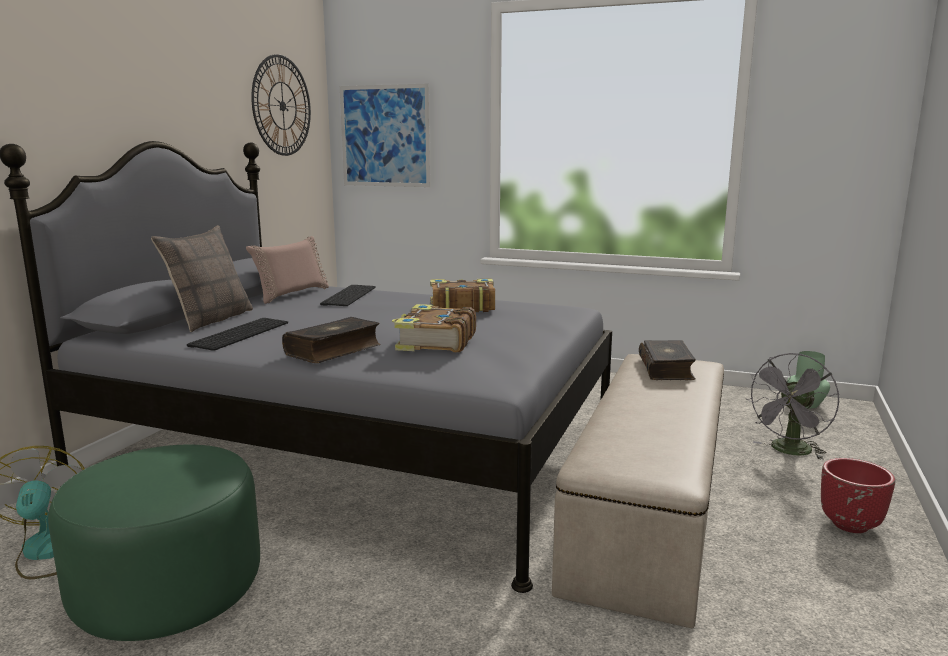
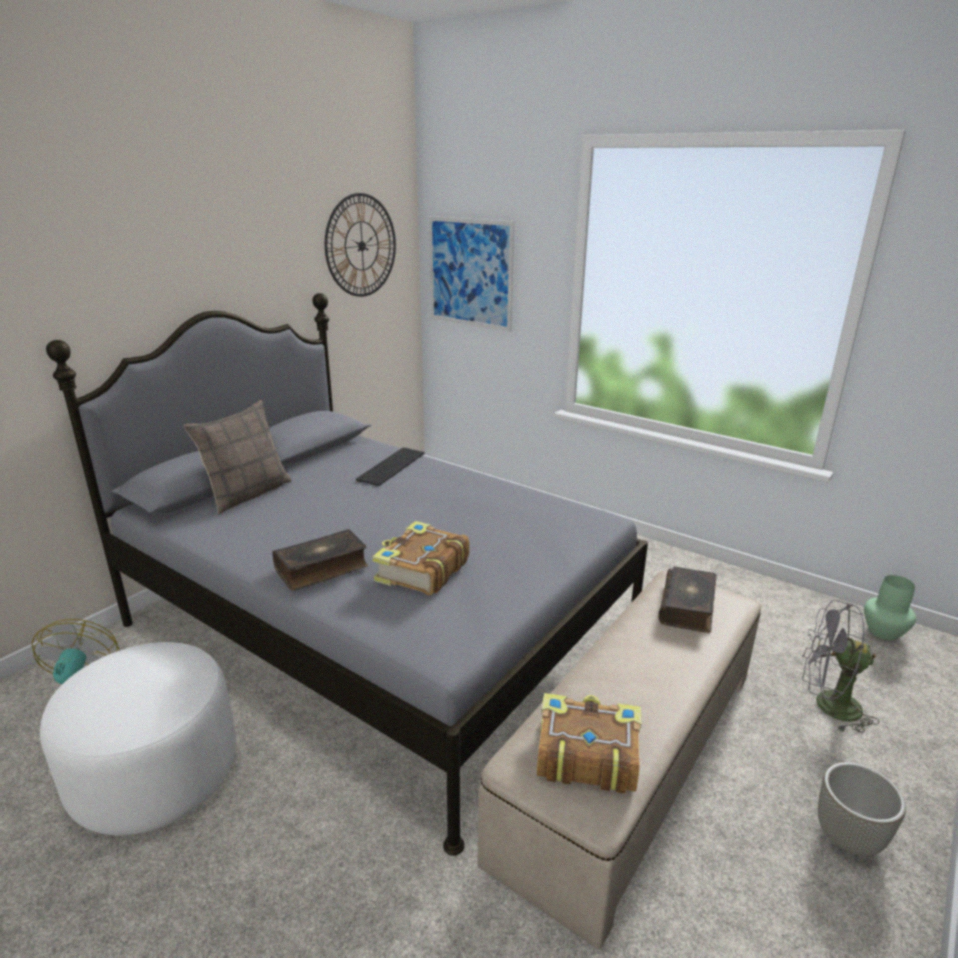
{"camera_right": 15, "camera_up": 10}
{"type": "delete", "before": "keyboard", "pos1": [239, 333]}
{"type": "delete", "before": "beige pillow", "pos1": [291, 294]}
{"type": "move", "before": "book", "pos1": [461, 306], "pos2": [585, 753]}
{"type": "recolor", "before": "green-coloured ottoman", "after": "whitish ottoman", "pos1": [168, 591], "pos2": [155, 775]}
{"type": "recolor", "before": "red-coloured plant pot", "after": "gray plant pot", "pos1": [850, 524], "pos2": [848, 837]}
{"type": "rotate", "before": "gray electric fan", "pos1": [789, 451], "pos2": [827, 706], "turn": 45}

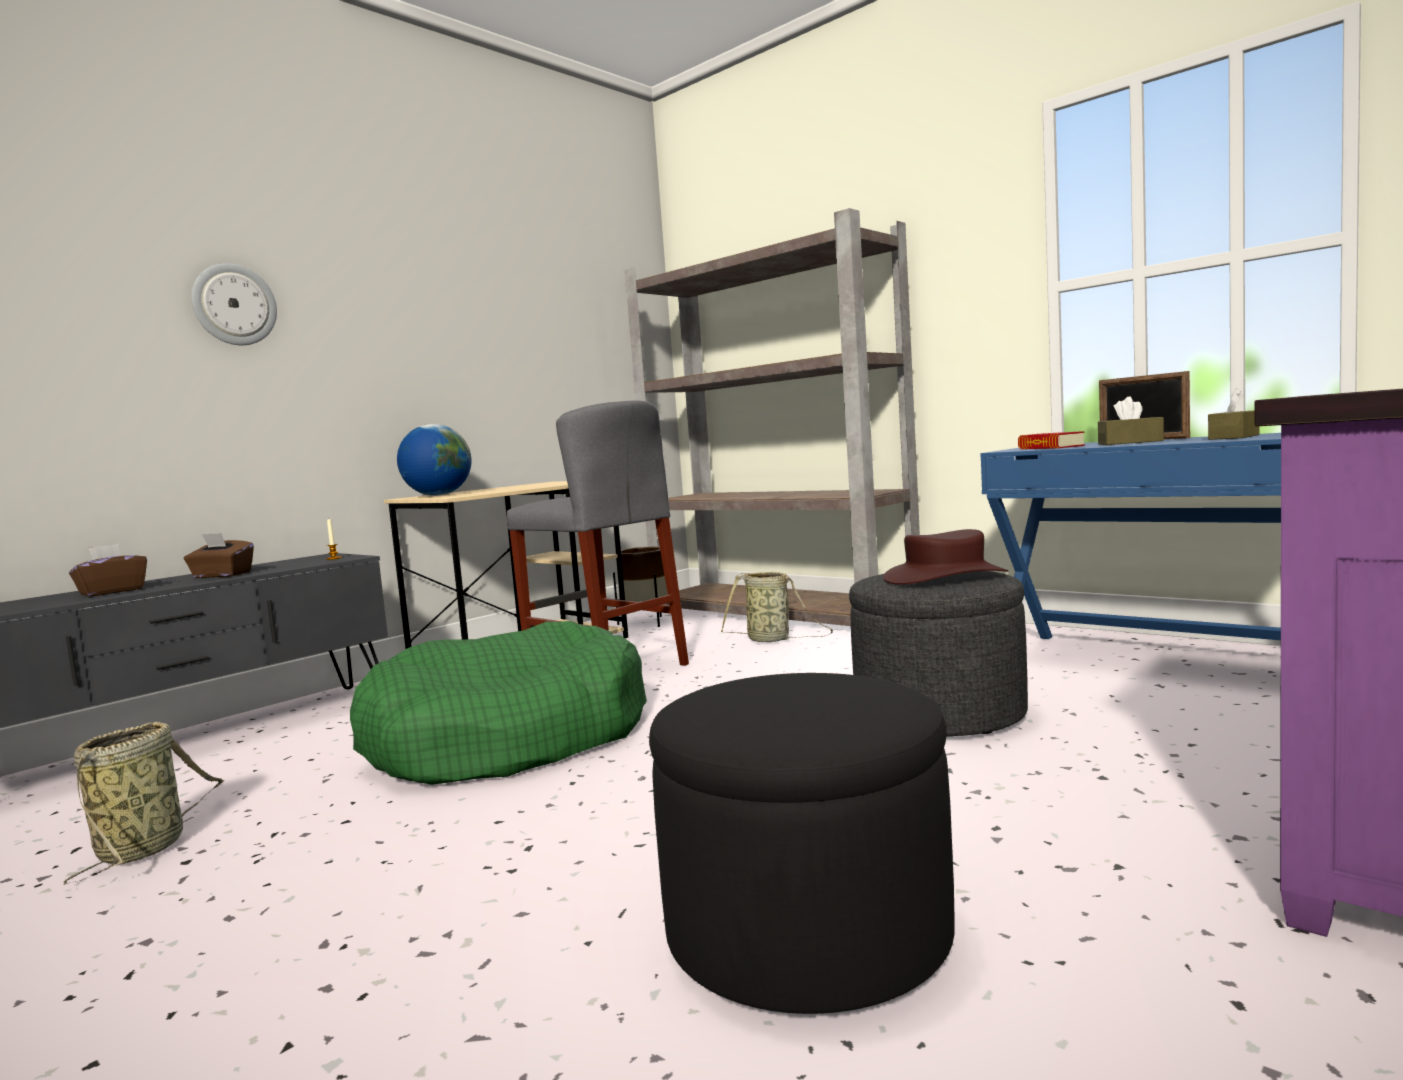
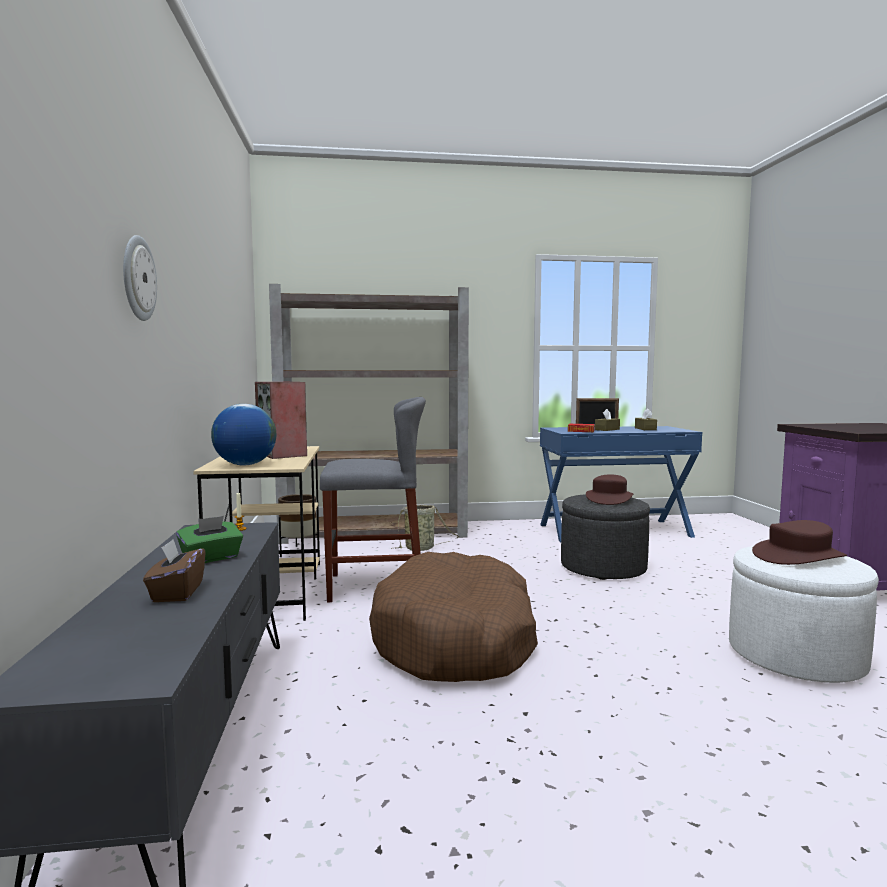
{"camera_right": -50, "camera_up": 0}
{"type": "delete", "before": "household basket", "pos1": [146, 848]}
{"type": "insert", "after": "loudspeaker", "pos2": [283, 454]}
{"type": "insert", "after": "brownish hat", "pos2": [798, 556]}
{"type": "recolor", "before": "brownish tissue box", "after": "green-coloured tissue box", "pos1": [221, 575], "pos2": [211, 558]}
{"type": "recolor", "before": "green-coloured dog cushion", "after": "brownish dog cushion", "pos1": [507, 738], "pos2": [456, 639]}
{"type": "recolor", "before": "black ottoman", "after": "whitish ottoman", "pos1": [808, 931], "pos2": [795, 656]}

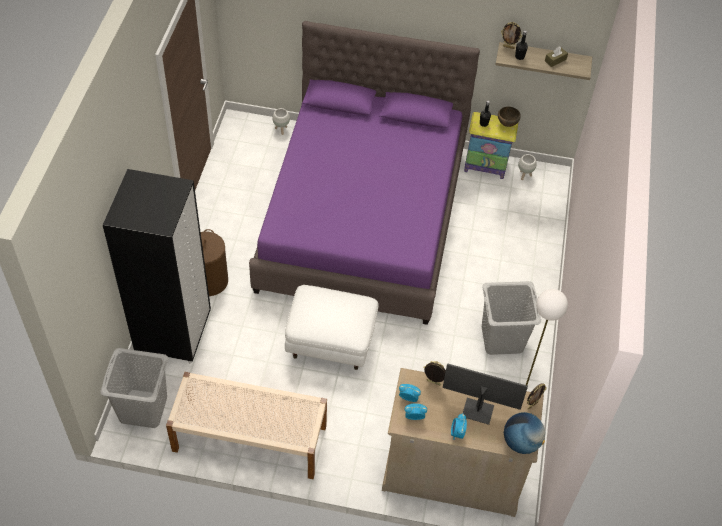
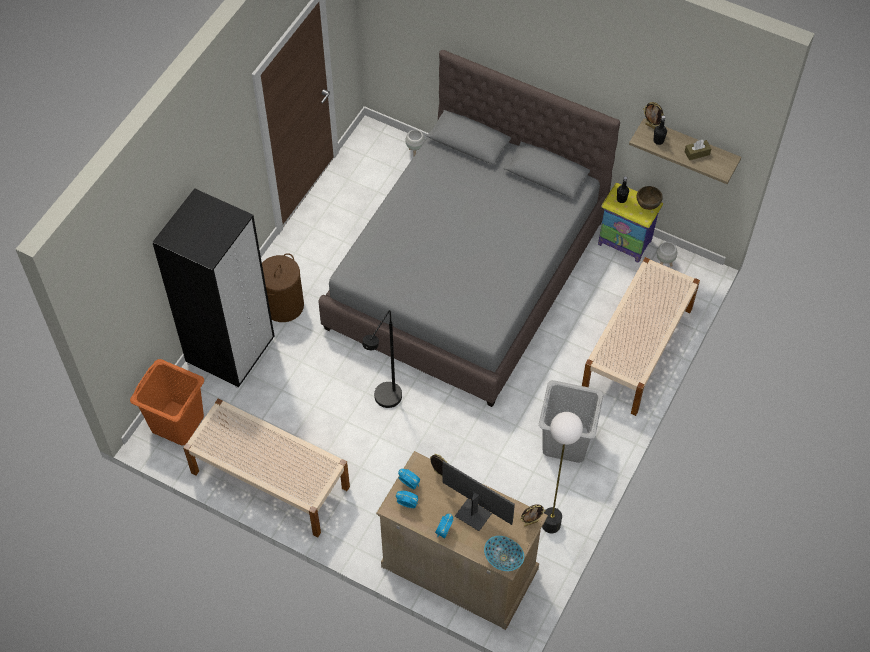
{"camera_right": 20, "camera_up": 5}
{"type": "insert", "after": "beige bench", "pos2": [638, 350]}
{"type": "replace", "before": "whitish ottoman", "after": "black standing lamp", "pos1": [331, 343], "pos2": [385, 402]}
{"type": "replace", "before": "globe", "after": "deep dish", "pos1": [521, 442], "pos2": [503, 557]}
{"type": "recolor", "before": "gray washing basket", "after": "orangey washing basket", "pos1": [143, 408], "pos2": [177, 422]}
{"type": "recolor", "before": "purple-coloured bed", "after": "gray bed", "pos1": [363, 219], "pos2": [466, 274]}

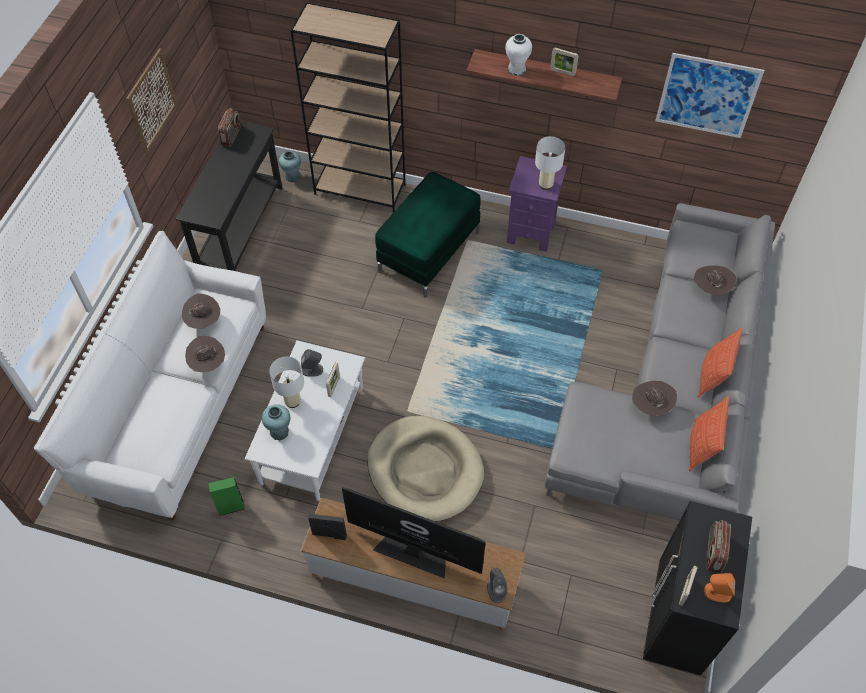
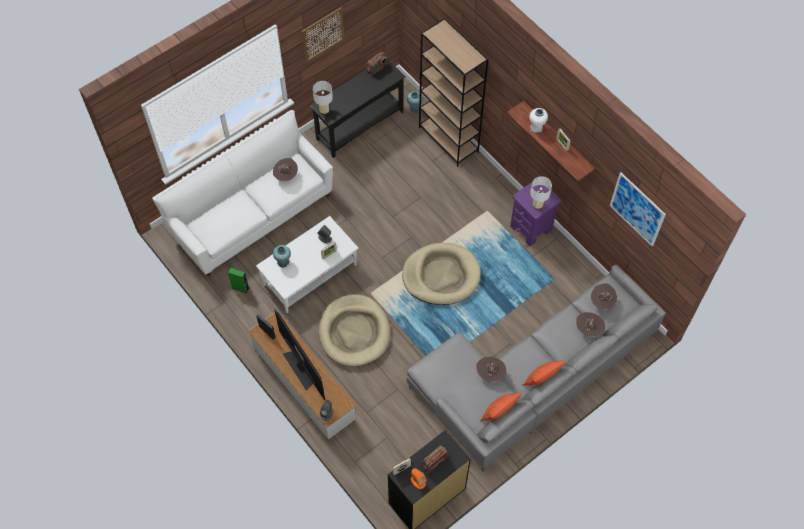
{"camera_right": 35, "camera_up": 5}
{"type": "delete", "before": "green-coloured ottoman", "pos1": [429, 251]}
{"type": "insert", "after": "beige dog cushion", "pos2": [441, 276]}
{"type": "move", "before": "brownish hat", "pos1": [208, 363], "pos2": [602, 301]}
{"type": "move", "before": "whitish lamp for a table", "pos1": [293, 401], "pos2": [324, 110]}

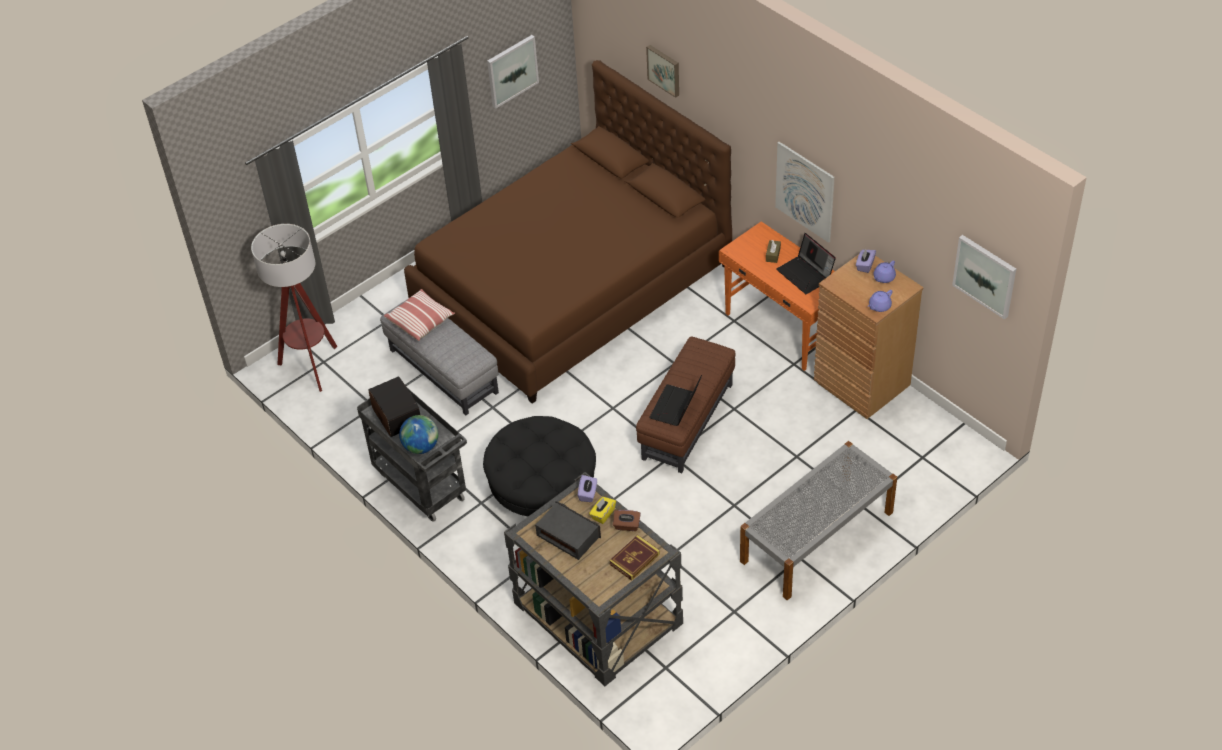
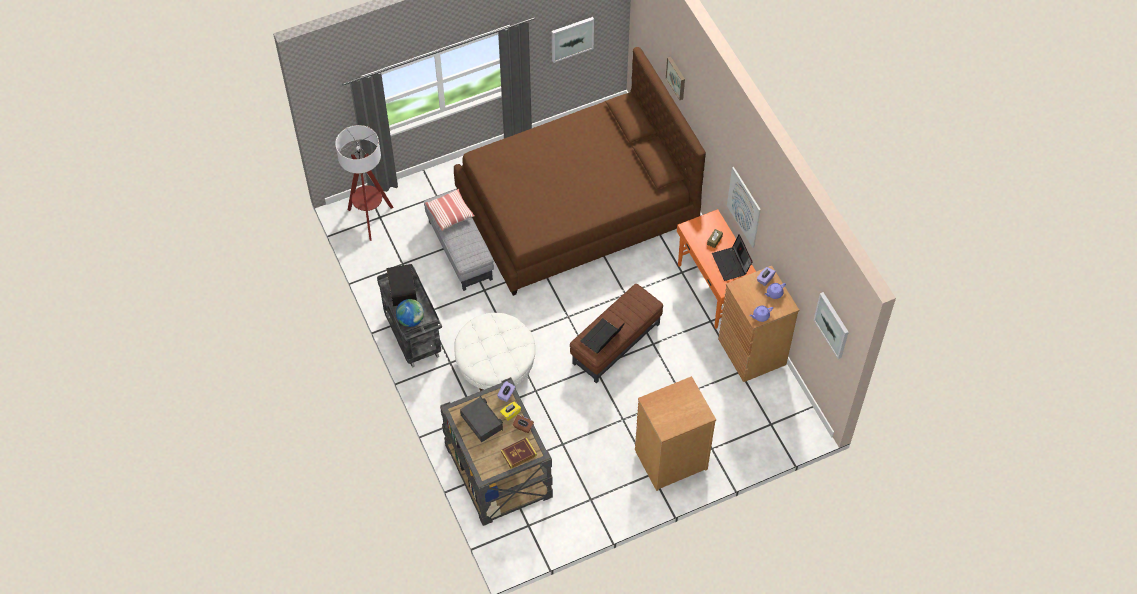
{"camera_right": 15, "camera_up": 10}
{"type": "replace", "before": "gray bench", "after": "brownish dresser", "pos1": [817, 537], "pos2": [670, 462]}
{"type": "recolor", "before": "black ottoman", "after": "whitish ottoman", "pos1": [542, 488], "pos2": [495, 365]}

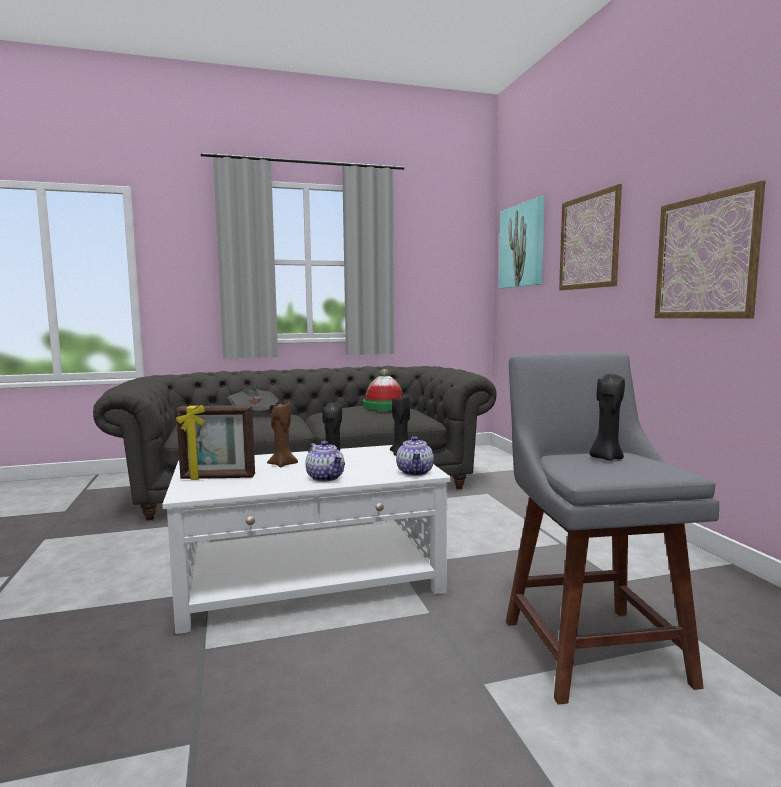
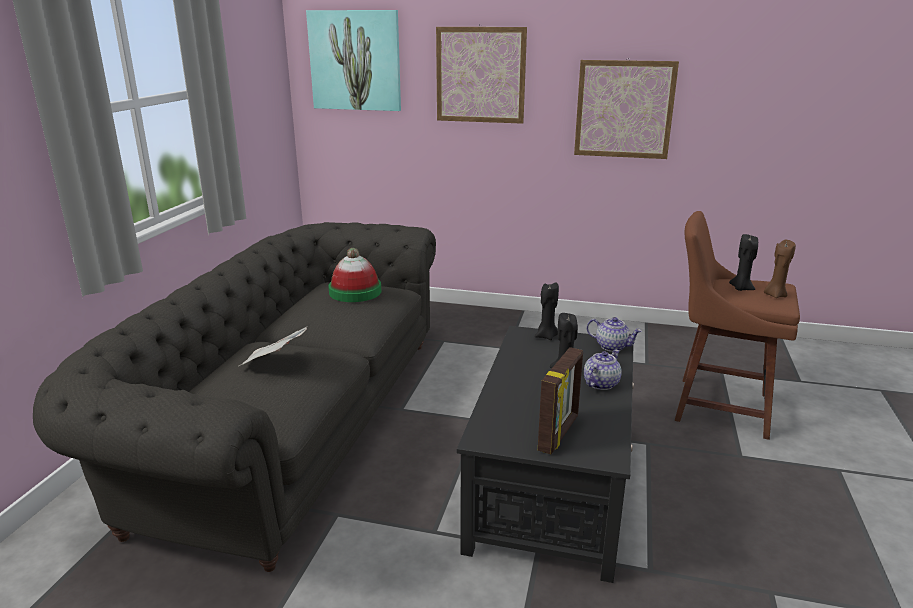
{"camera_right": -60, "camera_up": 15}
{"type": "move", "before": "brownish wax candle", "pos1": [282, 464], "pos2": [775, 295]}
{"type": "recolor", "before": "whitish coffee table", "after": "black coffee table", "pos1": [311, 578], "pos2": [552, 481]}
{"type": "recolor", "before": "gray stool", "after": "brownish stool", "pos1": [591, 646], "pos2": [716, 405]}
{"type": "rotate", "before": "teapot", "pos1": [326, 478], "pos2": [600, 383], "turn": -45}

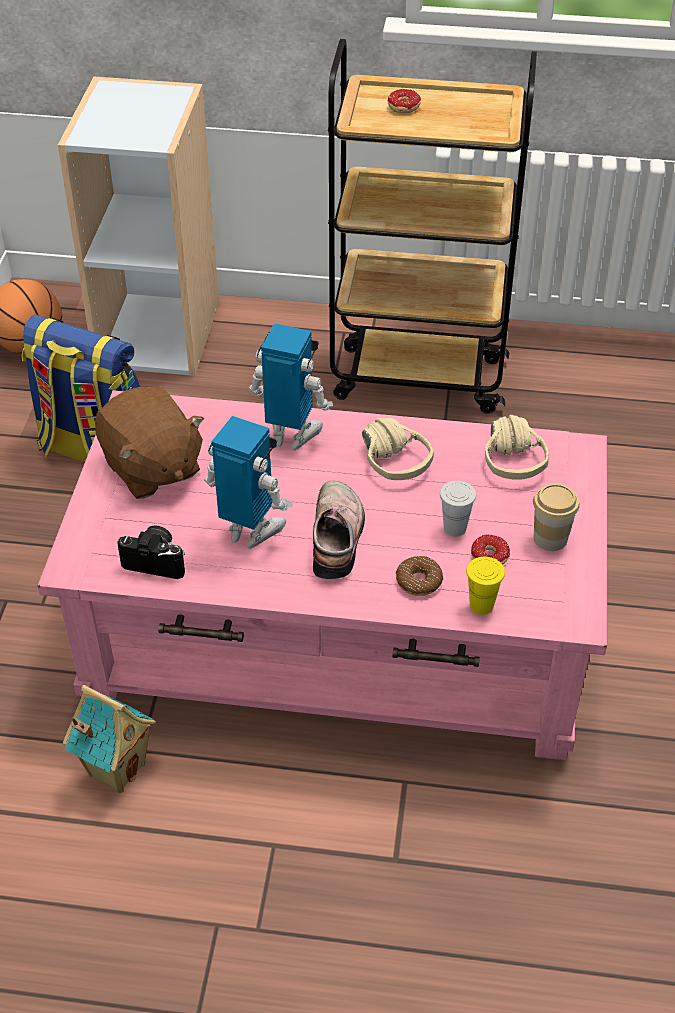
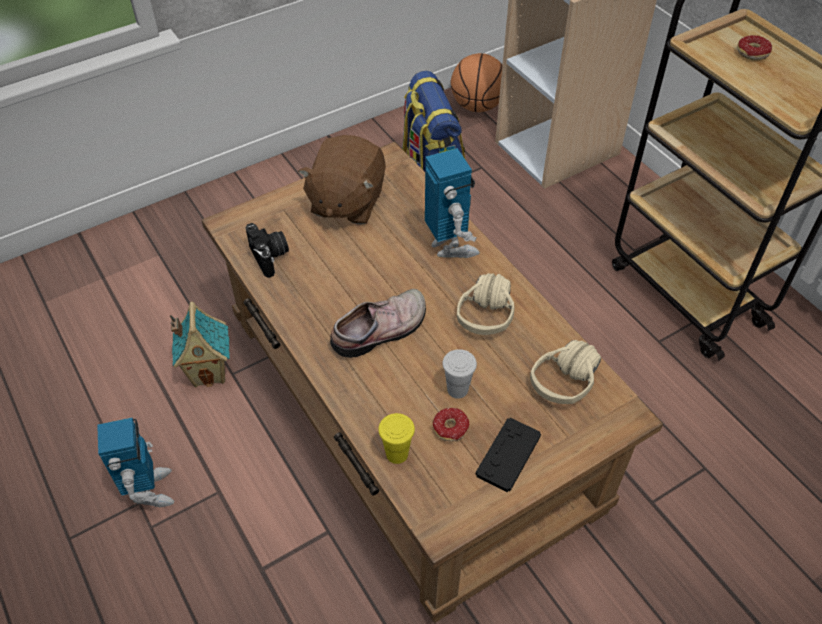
{"camera_right": 50, "camera_up": 5}
{"type": "delete", "before": "donut", "pos1": [418, 581]}
{"type": "move", "before": "toy robot", "pos1": [250, 531], "pos2": [149, 490]}
{"type": "replace", "before": "small cup", "after": "black joypad", "pos1": [550, 538], "pos2": [508, 455]}
{"type": "recolor", "before": "pinkish coffee table", "after": "brownish coffee table", "pos1": [335, 637], "pos2": [409, 410]}

